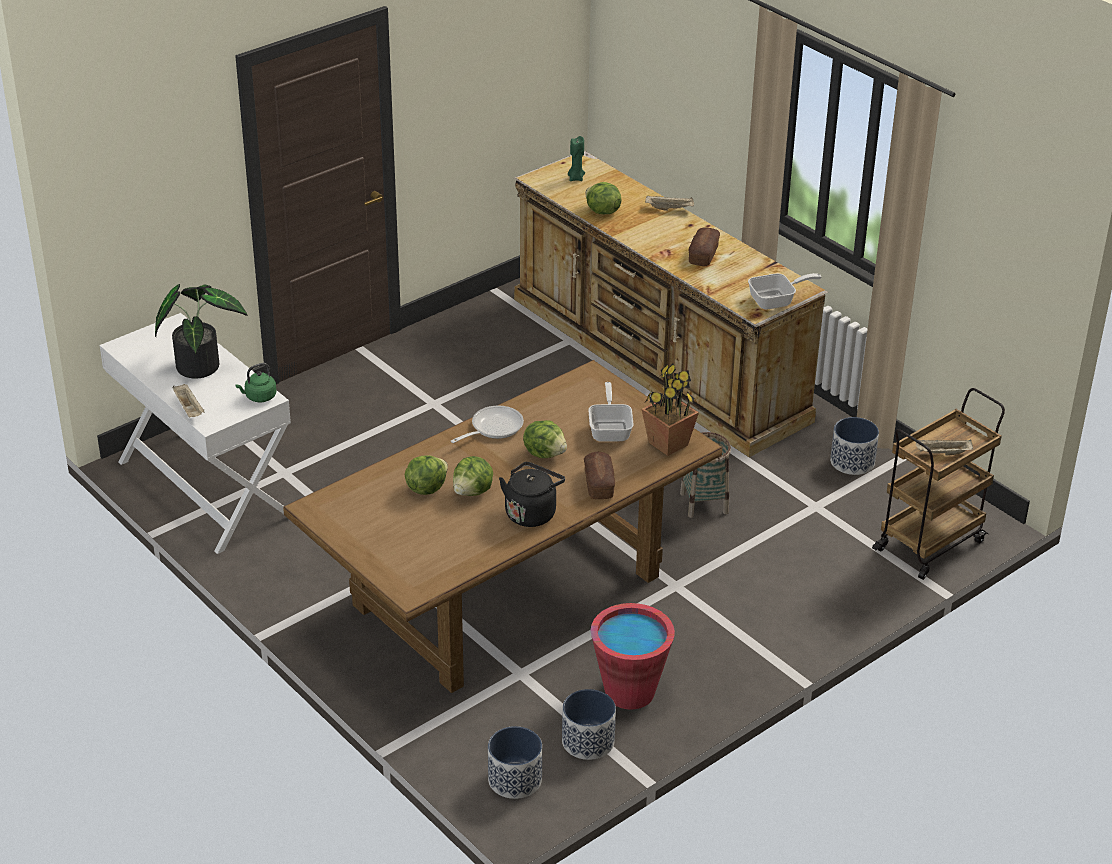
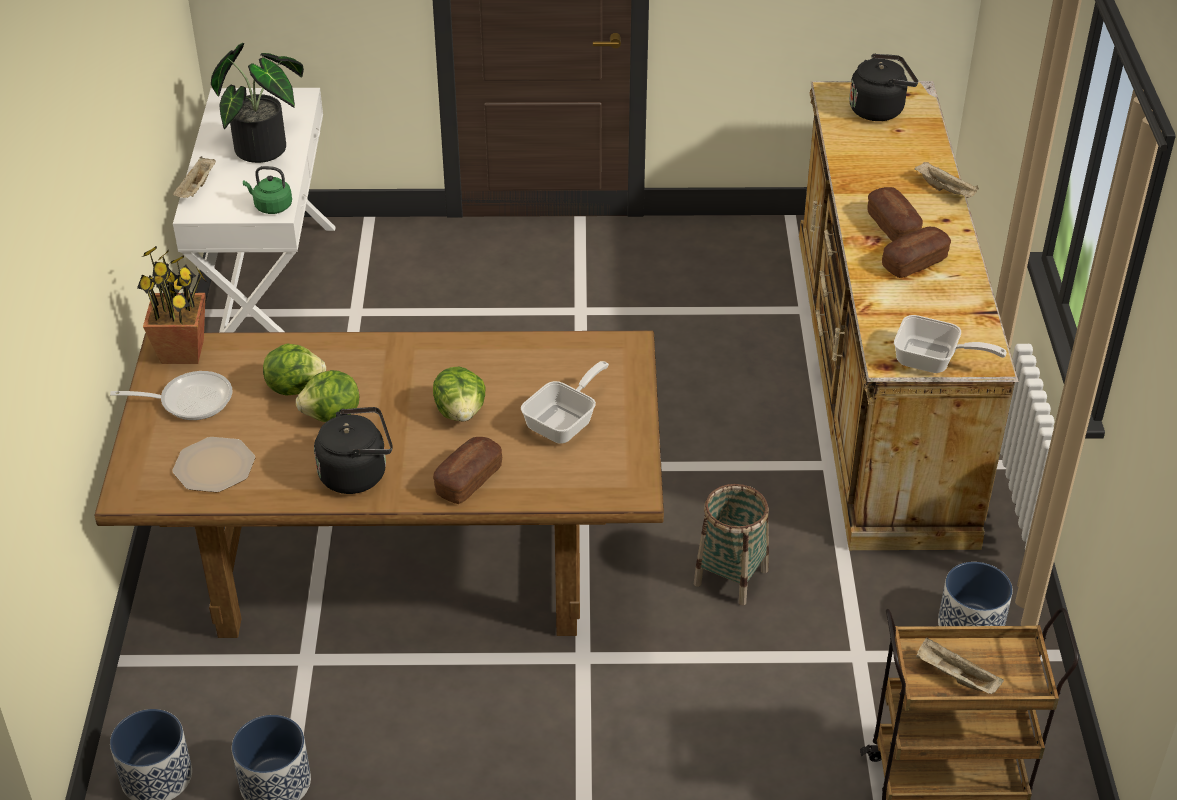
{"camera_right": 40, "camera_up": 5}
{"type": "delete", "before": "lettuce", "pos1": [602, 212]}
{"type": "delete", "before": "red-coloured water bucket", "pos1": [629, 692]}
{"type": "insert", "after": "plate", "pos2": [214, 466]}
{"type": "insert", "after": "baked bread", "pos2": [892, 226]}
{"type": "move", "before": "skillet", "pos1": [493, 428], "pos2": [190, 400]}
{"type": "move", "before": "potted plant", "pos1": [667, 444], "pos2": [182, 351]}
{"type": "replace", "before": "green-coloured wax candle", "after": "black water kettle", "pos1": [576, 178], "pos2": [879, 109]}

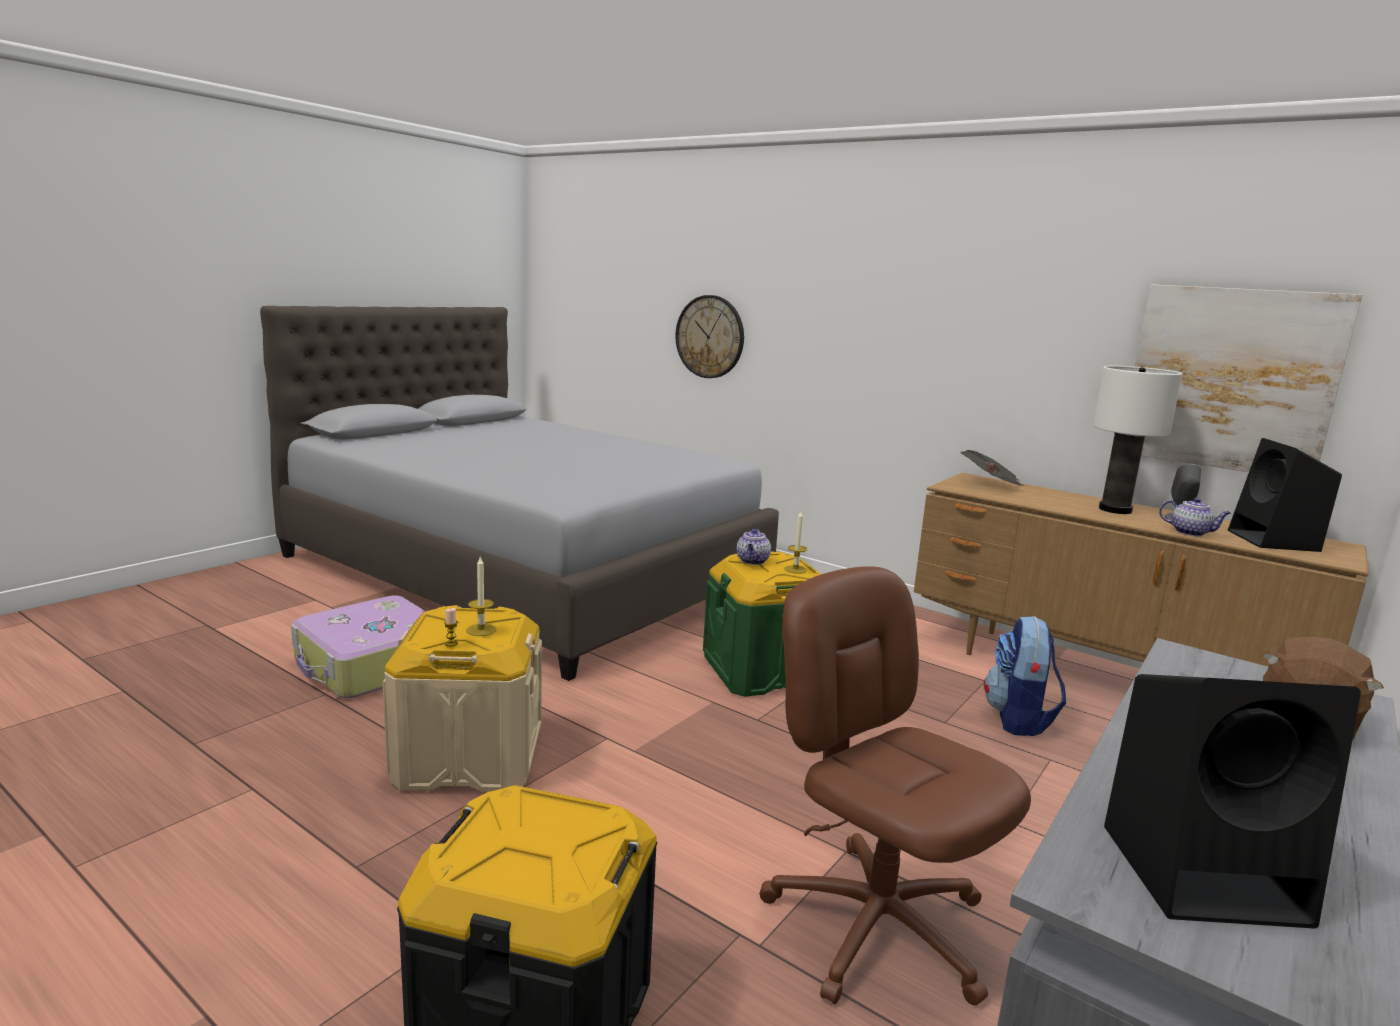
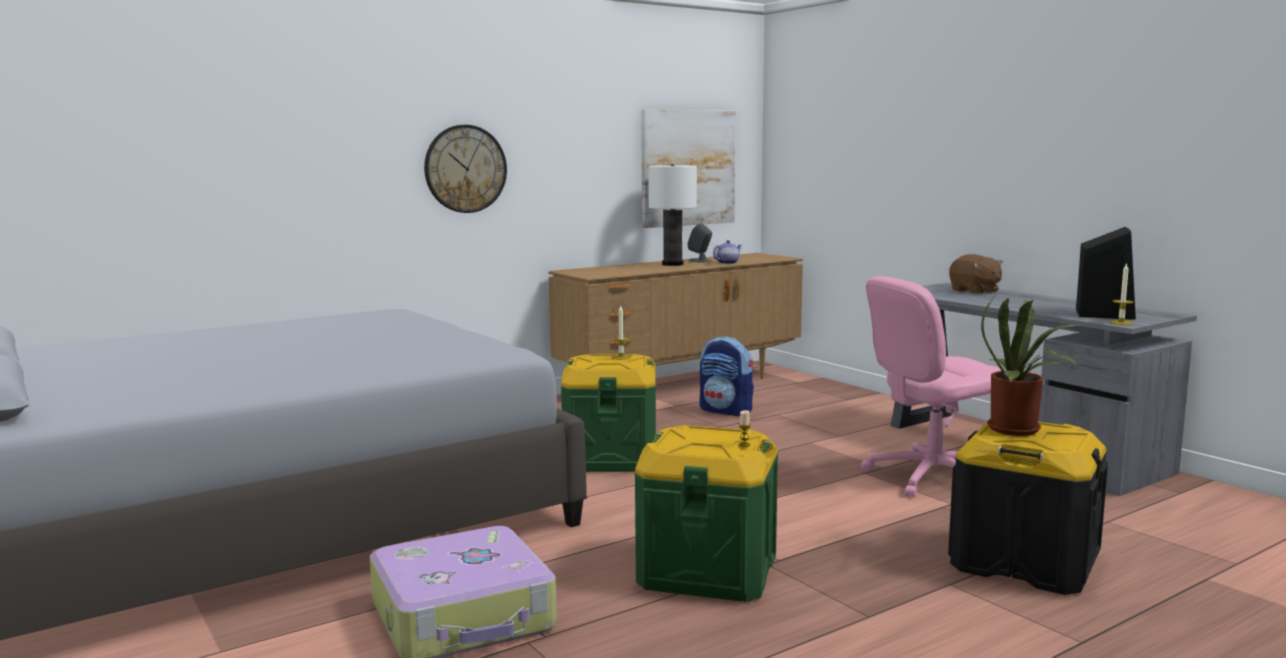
{"camera_right": -70, "camera_up": -5}
{"type": "delete", "before": "teapot", "pos1": [753, 561]}
{"type": "delete", "before": "printed paper", "pos1": [991, 485]}
{"type": "delete", "before": "black loudspeaker", "pos1": [1275, 541]}
{"type": "insert", "after": "potted plant", "pos2": [1019, 430]}
{"type": "move", "before": "wax candle", "pos1": [481, 630], "pos2": [1121, 323]}
{"type": "move", "before": "hanging clock", "pos1": [710, 337], "pos2": [465, 169]}
{"type": "recolor", "before": "beige storage box", "after": "green-coloured storage box", "pos1": [469, 756], "pos2": [708, 570]}
{"type": "recolor", "before": "brownish office chair", "after": "pinkish office chair", "pos1": [877, 924], "pos2": [932, 477]}

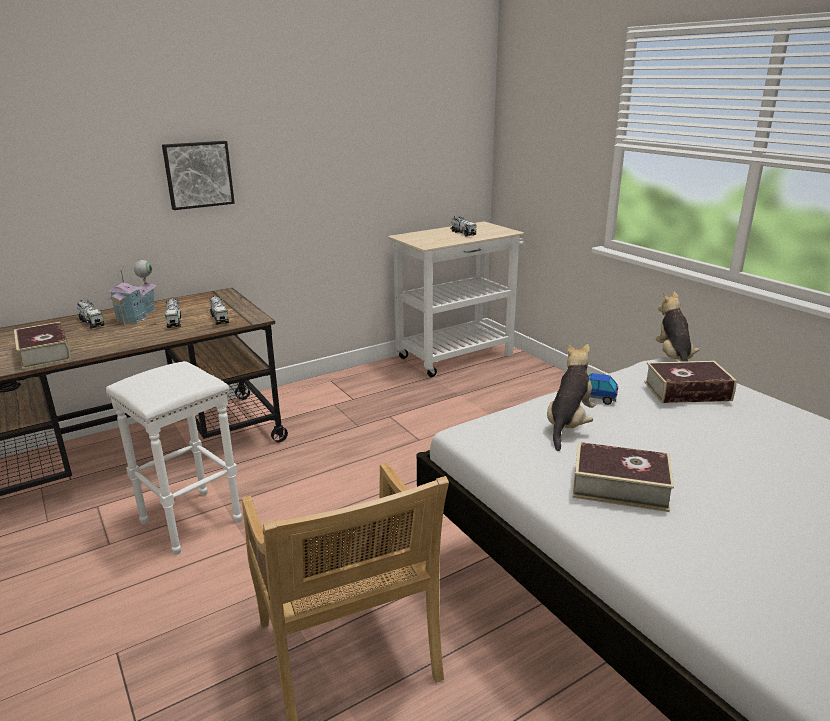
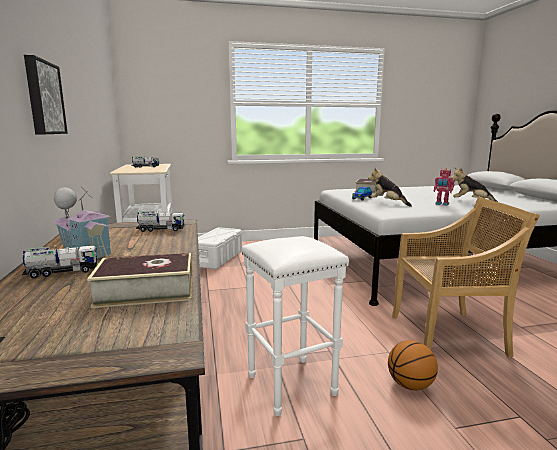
{"camera_right": -70, "camera_up": -10}
{"type": "delete", "before": "toy truck", "pos1": [174, 321]}
{"type": "insert", "after": "whitish storage box", "pos2": [217, 258]}
{"type": "insert", "after": "ball for basketball", "pos2": [410, 385]}
{"type": "move", "before": "soft toy", "pos1": [673, 359], "pos2": [471, 202]}
{"type": "replace", "before": "book", "after": "toy robot", "pos1": [619, 486], "pos2": [441, 204]}

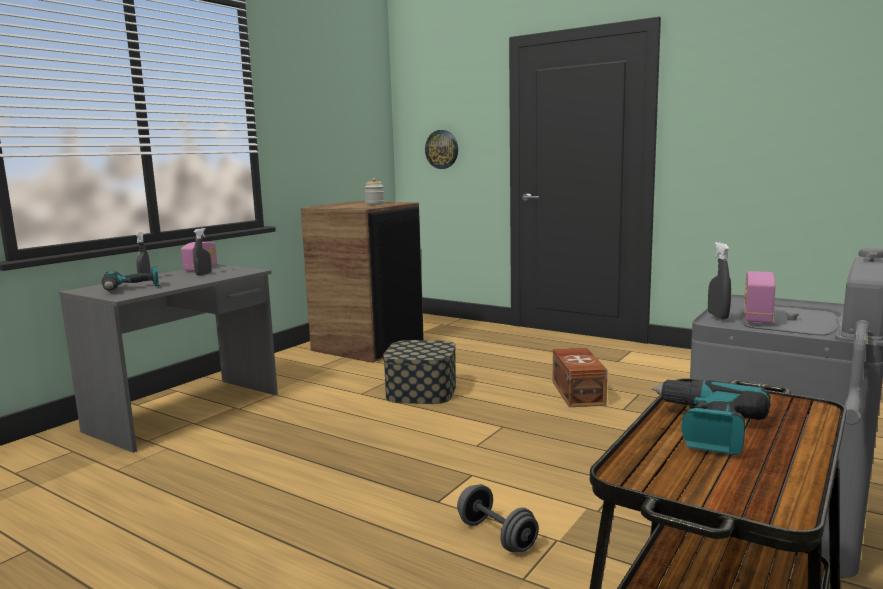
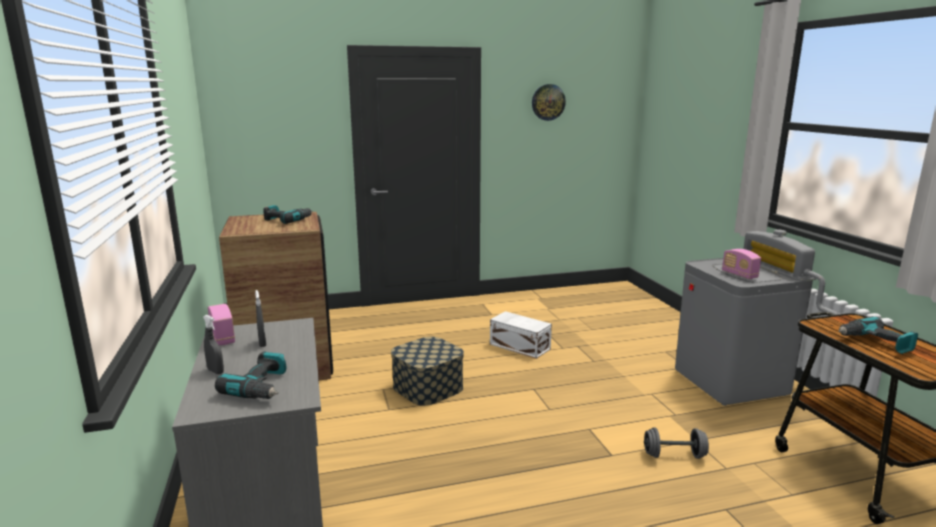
{"camera_right": -50, "camera_up": 5}
{"type": "delete", "before": "gray sprayer", "pos1": [718, 316]}
{"type": "move", "before": "hanging clock", "pos1": [442, 149], "pos2": [548, 102]}
{"type": "replace", "before": "preserve jar", "after": "drill", "pos1": [375, 204], "pos2": [287, 220]}
{"type": "recolor", "before": "brownish storage box", "after": "whitish storage box", "pos1": [578, 392], "pos2": [519, 346]}

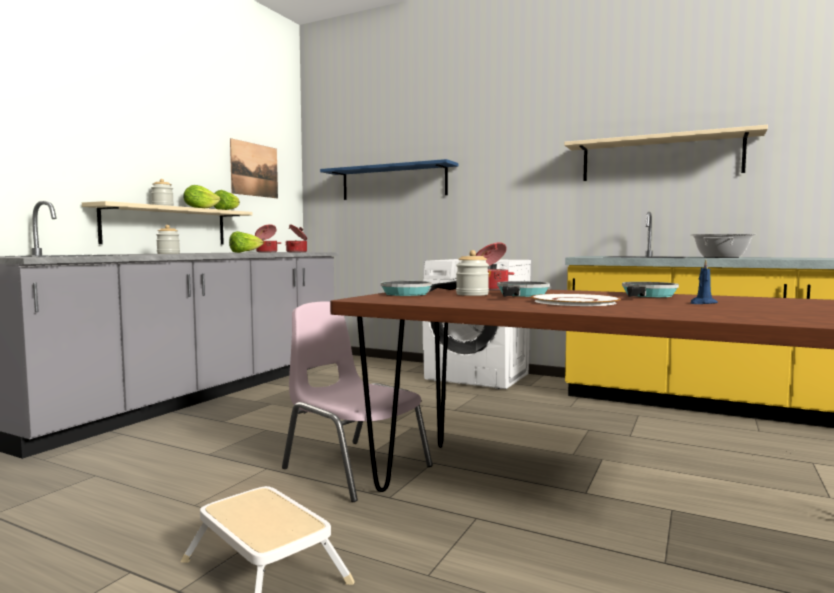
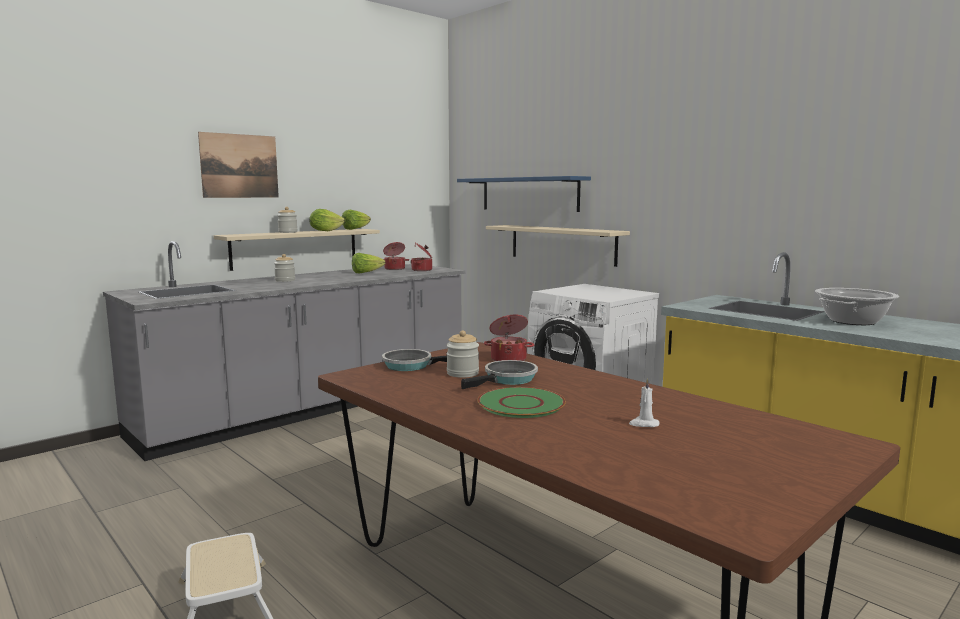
{"camera_right": 20, "camera_up": 5}
{"type": "delete", "before": "pinkish chair", "pos1": [354, 467]}
{"type": "delete", "before": "skillet", "pos1": [648, 295]}
{"type": "move", "before": "picture", "pos1": [254, 170], "pos2": [239, 166]}
{"type": "move", "before": "beige bracket shelf", "pos1": [660, 158], "pos2": [562, 244]}
{"type": "recolor", "before": "whitish plate", "after": "green-coloured plate", "pos1": [575, 302], "pos2": [521, 404]}
{"type": "recolor", "before": "blue wax candle", "after": "whitish wax candle", "pos1": [702, 303], "pos2": [643, 424]}

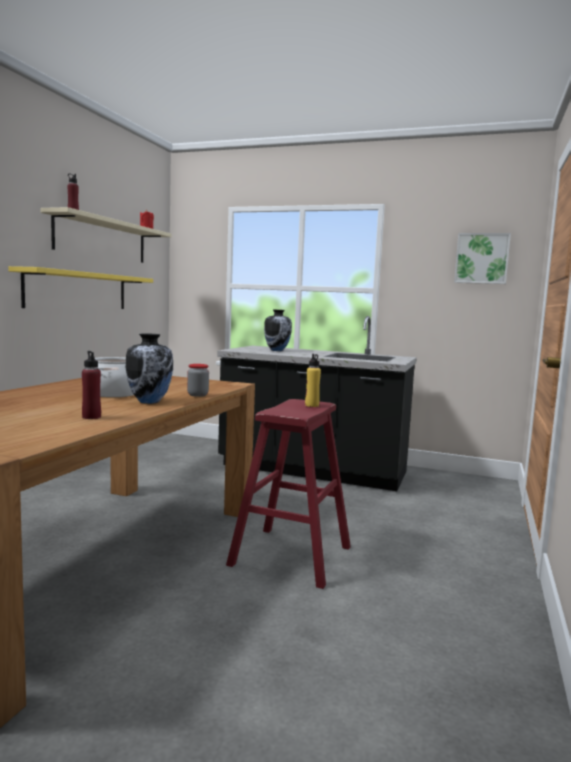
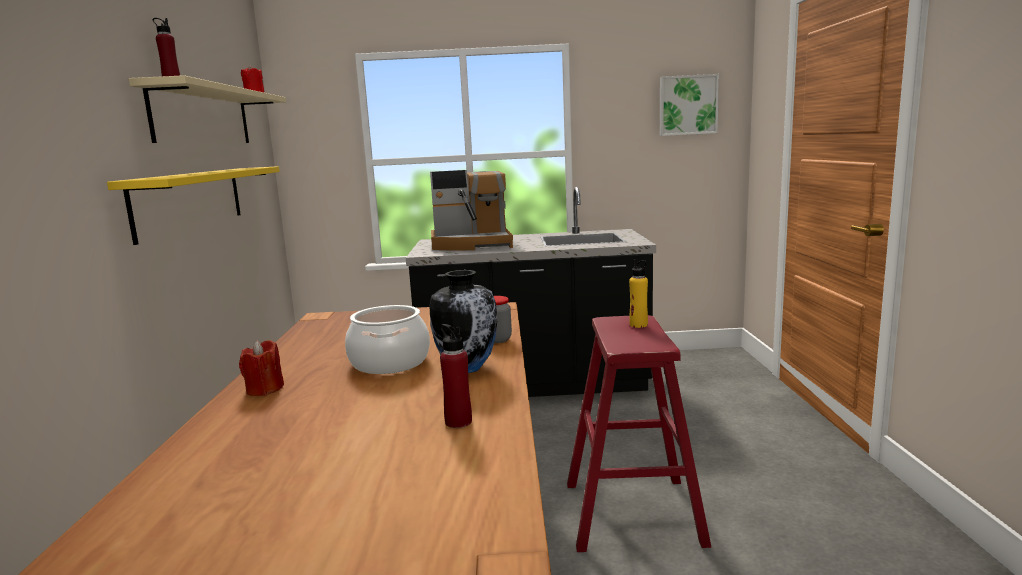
{"camera_right": -20, "camera_up": 5}
{"type": "insert", "after": "red-coloured wax candle", "pos2": [264, 389]}
{"type": "replace", "before": "decorative vase", "after": "coffee machine", "pos1": [277, 350], "pos2": [472, 244]}

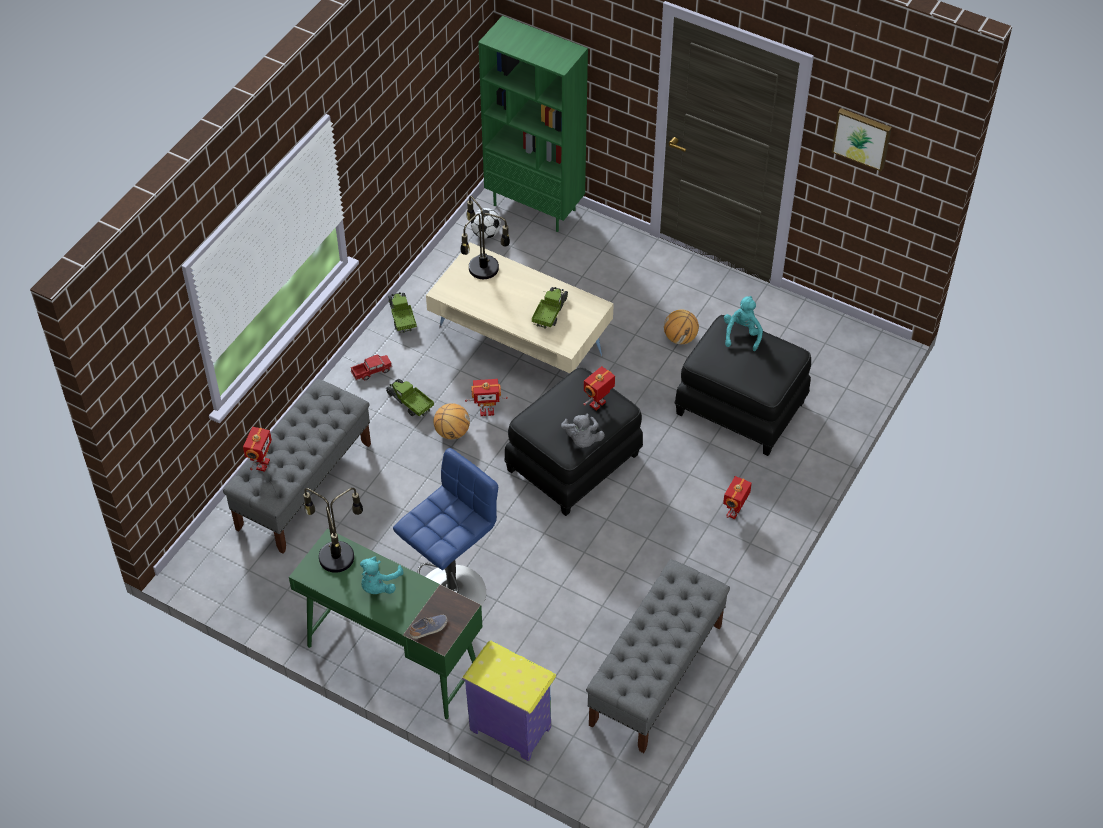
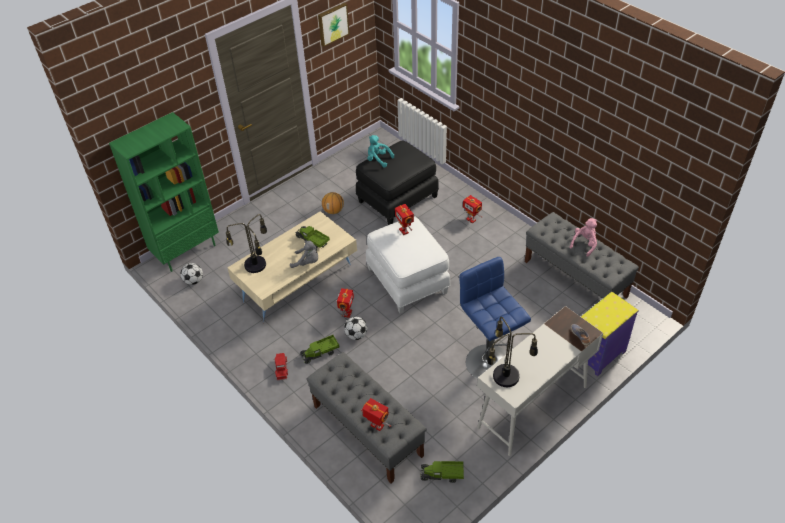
{"camera_right": -70, "camera_up": -5}
{"type": "delete", "before": "turquoise-coloured soft toy", "pos1": [378, 585]}
{"type": "insert", "after": "pinkish soft toy", "pos2": [584, 244]}
{"type": "move", "before": "toy truck", "pos1": [401, 317], "pos2": [442, 475]}
{"type": "move", "before": "gray soft toy", "pos1": [582, 440], "pos2": [307, 262]}
{"type": "replace", "before": "ball for basketball", "after": "ball for football", "pos1": [452, 432], "pos2": [356, 335]}
{"type": "recolor", "before": "green-coloured desk", "after": "whitish desk", "pos1": [392, 658], "pos2": [532, 407]}
{"type": "recolor", "before": "black ottoman", "after": "whitish ottoman", "pos1": [574, 464], "pos2": [408, 280]}

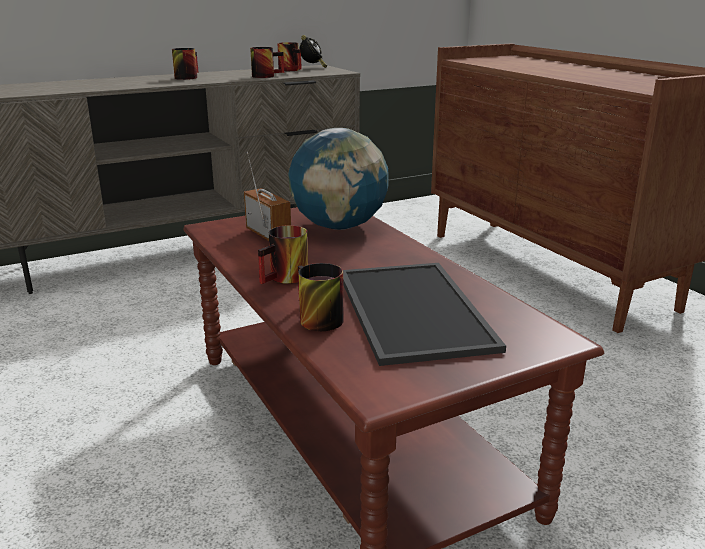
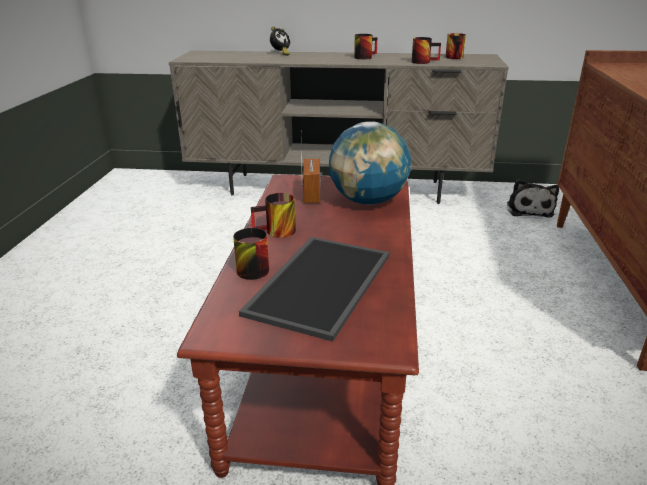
{"camera_right": 35, "camera_up": 5}
{"type": "insert", "after": "soft toy", "pos2": [529, 209]}
{"type": "move", "before": "table clock", "pos1": [312, 67], "pos2": [280, 54]}

